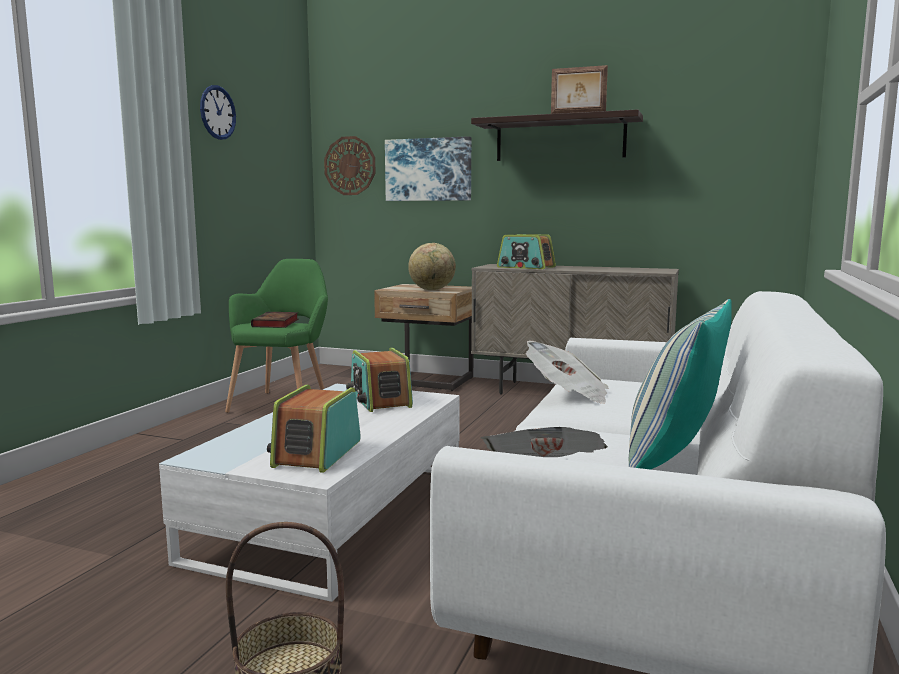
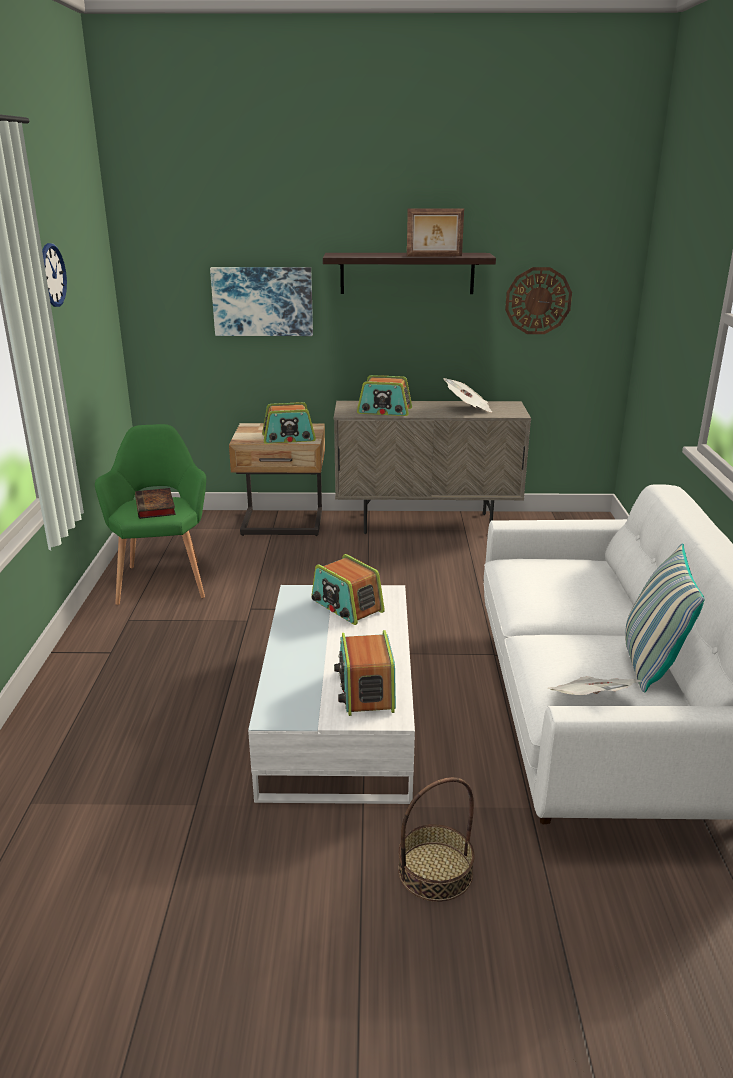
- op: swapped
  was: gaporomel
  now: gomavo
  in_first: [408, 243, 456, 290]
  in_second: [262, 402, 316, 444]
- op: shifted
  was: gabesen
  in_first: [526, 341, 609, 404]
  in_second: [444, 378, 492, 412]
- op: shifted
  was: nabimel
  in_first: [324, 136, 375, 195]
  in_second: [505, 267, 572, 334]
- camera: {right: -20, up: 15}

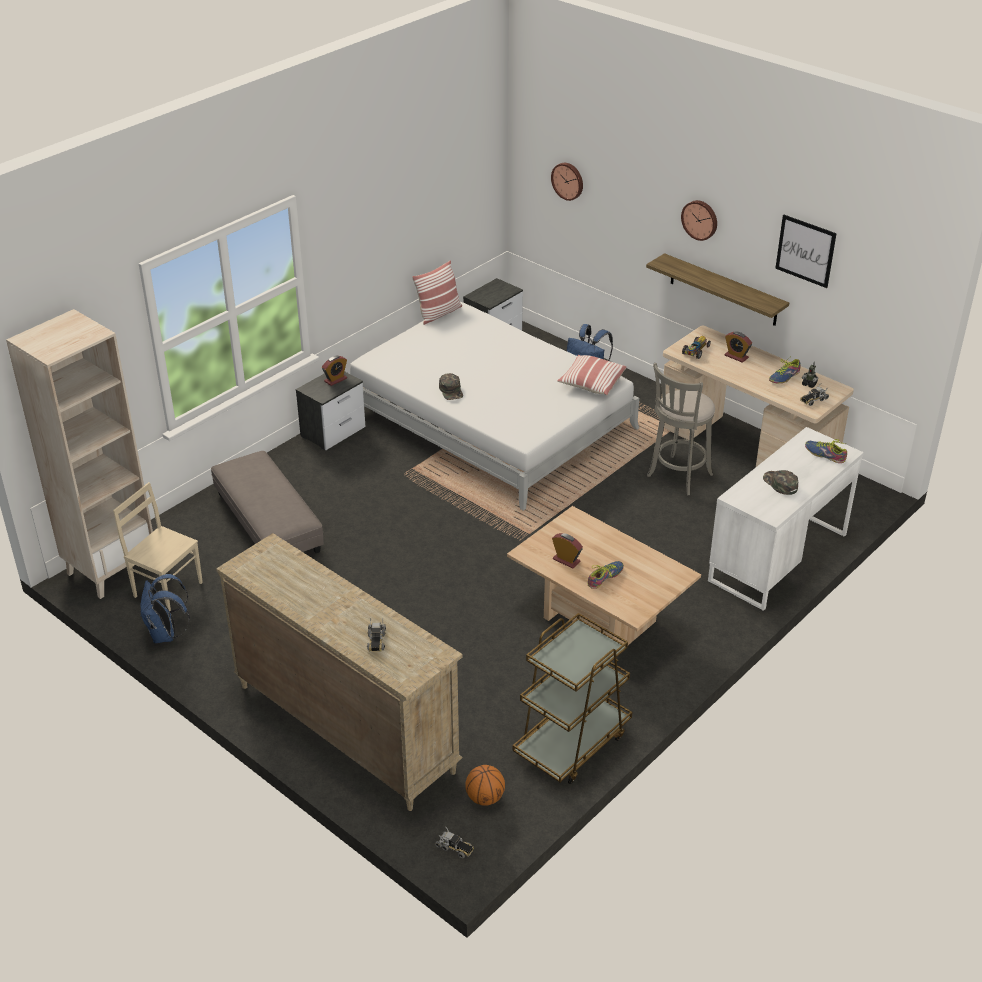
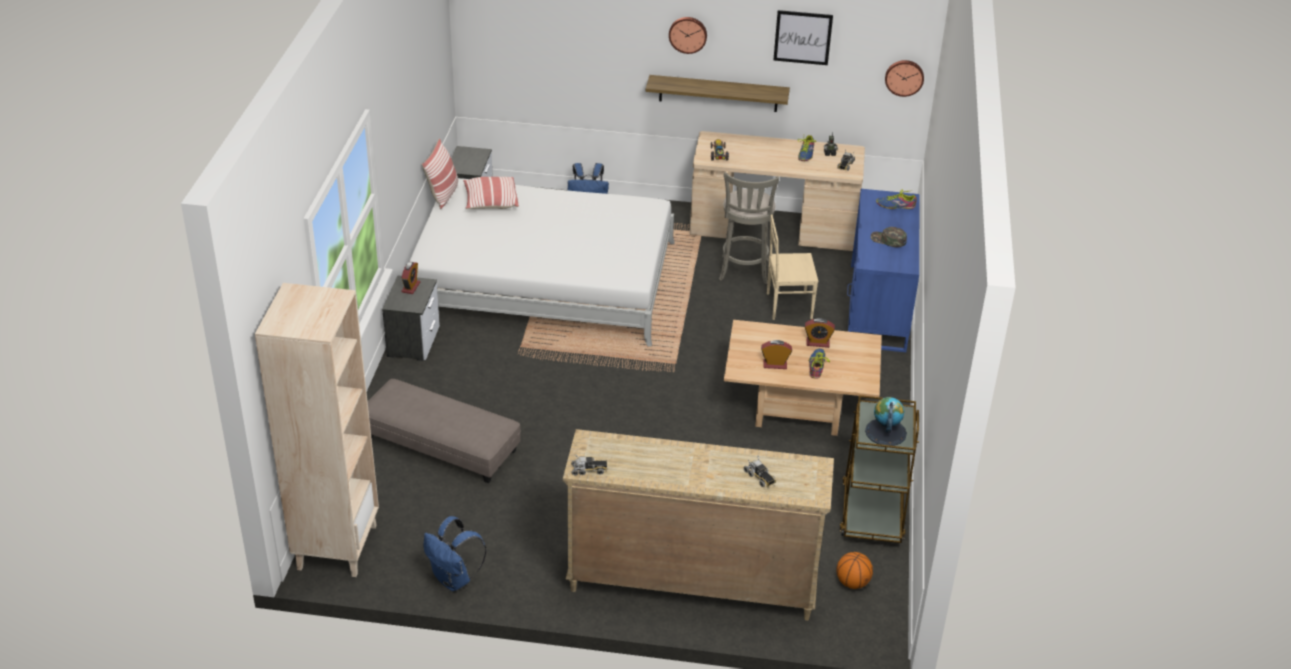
- op: shifted
  was: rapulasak
  in_first: [557, 355, 626, 395]
  in_second: [463, 177, 519, 209]
- op: shifted
  was: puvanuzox
  in_first: [435, 827, 474, 858]
  in_second: [571, 455, 607, 476]
- op: shifted
  was: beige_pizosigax
  in_first: [113, 482, 203, 611]
  in_second: [767, 214, 818, 320]
- op: shifted
  was: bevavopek
  in_first: [725, 331, 752, 363]
  in_second: [805, 318, 835, 348]
- op: repainted
  was: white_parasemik
  now: blue_parasemik
  in_first: [708, 427, 864, 611]
  in_second: [847, 189, 919, 352]
- op: new
  now: gaporomel
  in_second: [865, 397, 907, 446]
- op: shifted
  was: nabimel
  in_first: [551, 163, 583, 201]
  in_second: [885, 60, 924, 97]
- op: gone
  was: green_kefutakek
  in_first: [439, 373, 463, 400]
- camera: {right: -35, up: 0}

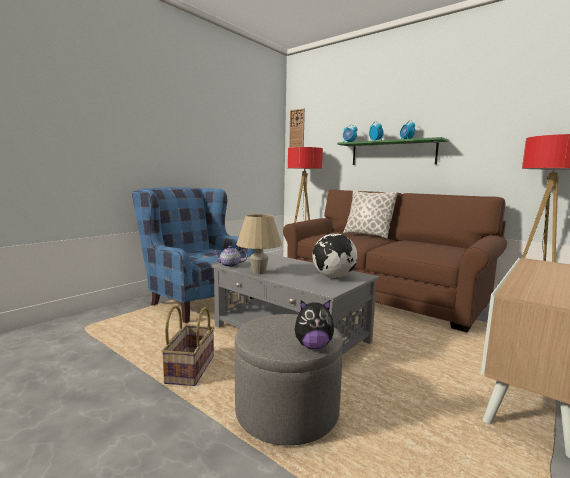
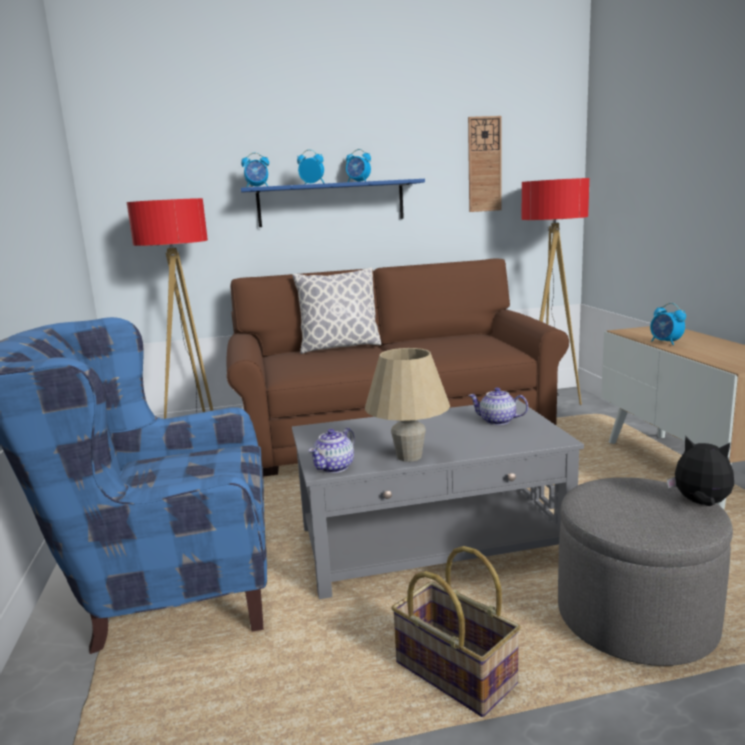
- op: repainted
  was: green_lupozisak
  now: blue_lupozisak
  in_first: [337, 137, 449, 165]
  in_second: [241, 179, 425, 227]
- op: shifted
  was: nabimel
  in_first: [289, 109, 305, 148]
  in_second: [468, 116, 502, 212]
- op: swapped
  was: gaporomel
  now: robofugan
  in_first: [313, 233, 357, 278]
  in_second: [468, 387, 528, 425]
- op: new
  now: bevavopek
  in_second: [650, 303, 686, 345]
- op: rotated
  was: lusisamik
  in_first: [295, 300, 334, 349]
  in_second: [667, 436, 734, 506]
  clockwise: -90
- camera: {right: -50, up: 5}

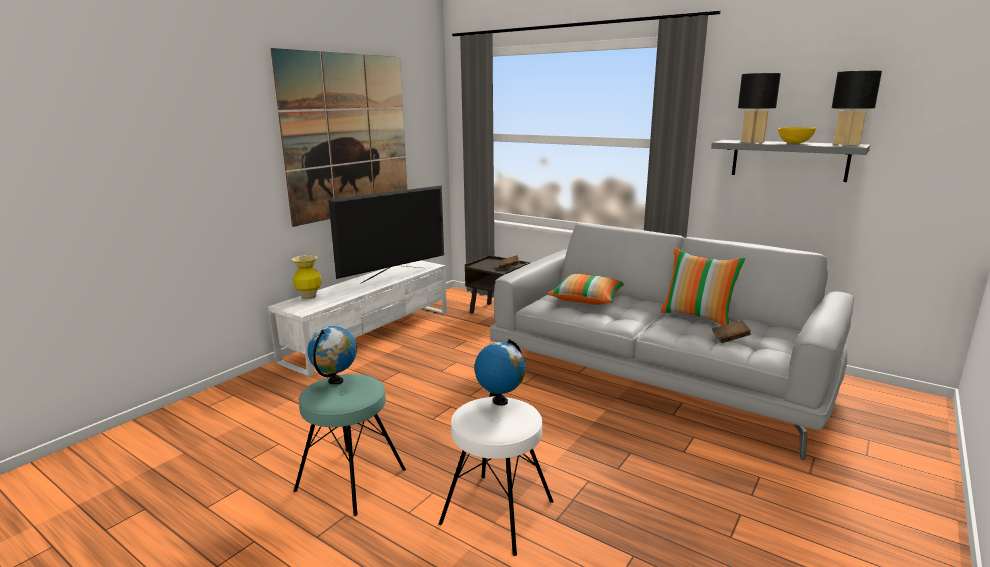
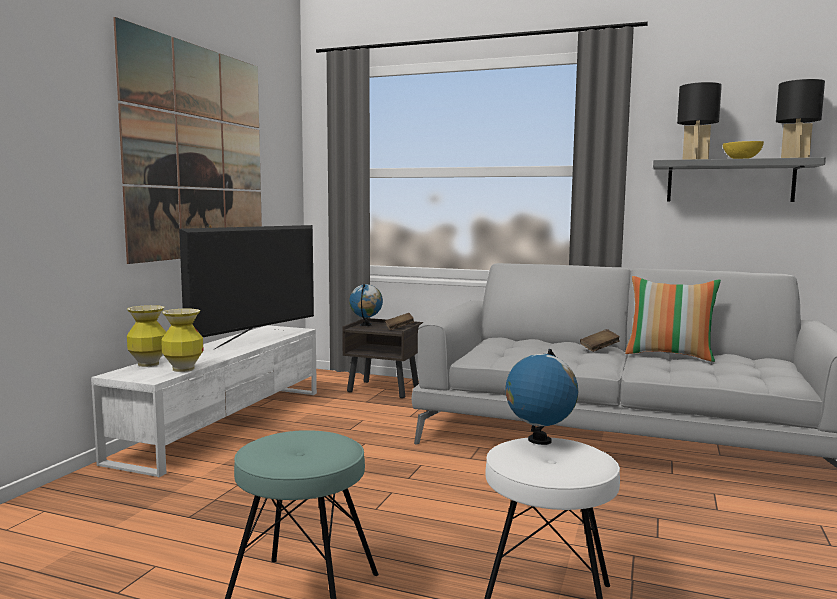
- op: new
  now: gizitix
  in_second: [161, 309, 204, 372]
- op: shifted
  was: gaporomel
  in_first: [308, 326, 357, 385]
  in_second: [349, 284, 383, 326]
- op: shifted
  was: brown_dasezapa
  in_first: [712, 320, 751, 343]
  in_second: [580, 329, 620, 352]
- op: gone
  was: rapulasak
  in_first: [547, 274, 624, 305]
- camera: {right: -15, up: -10}

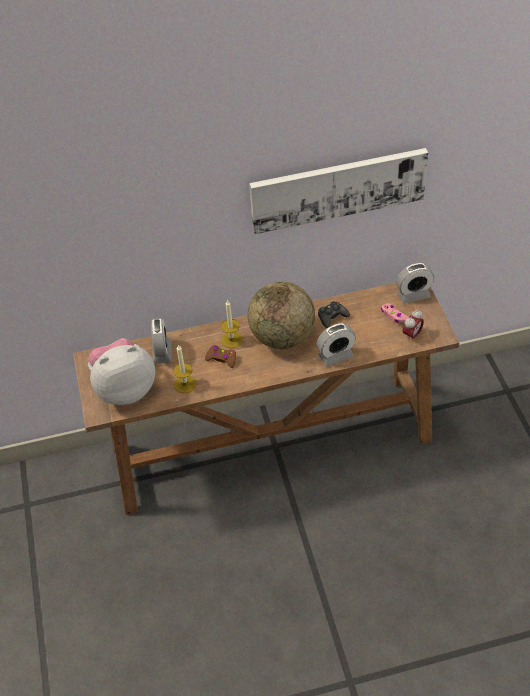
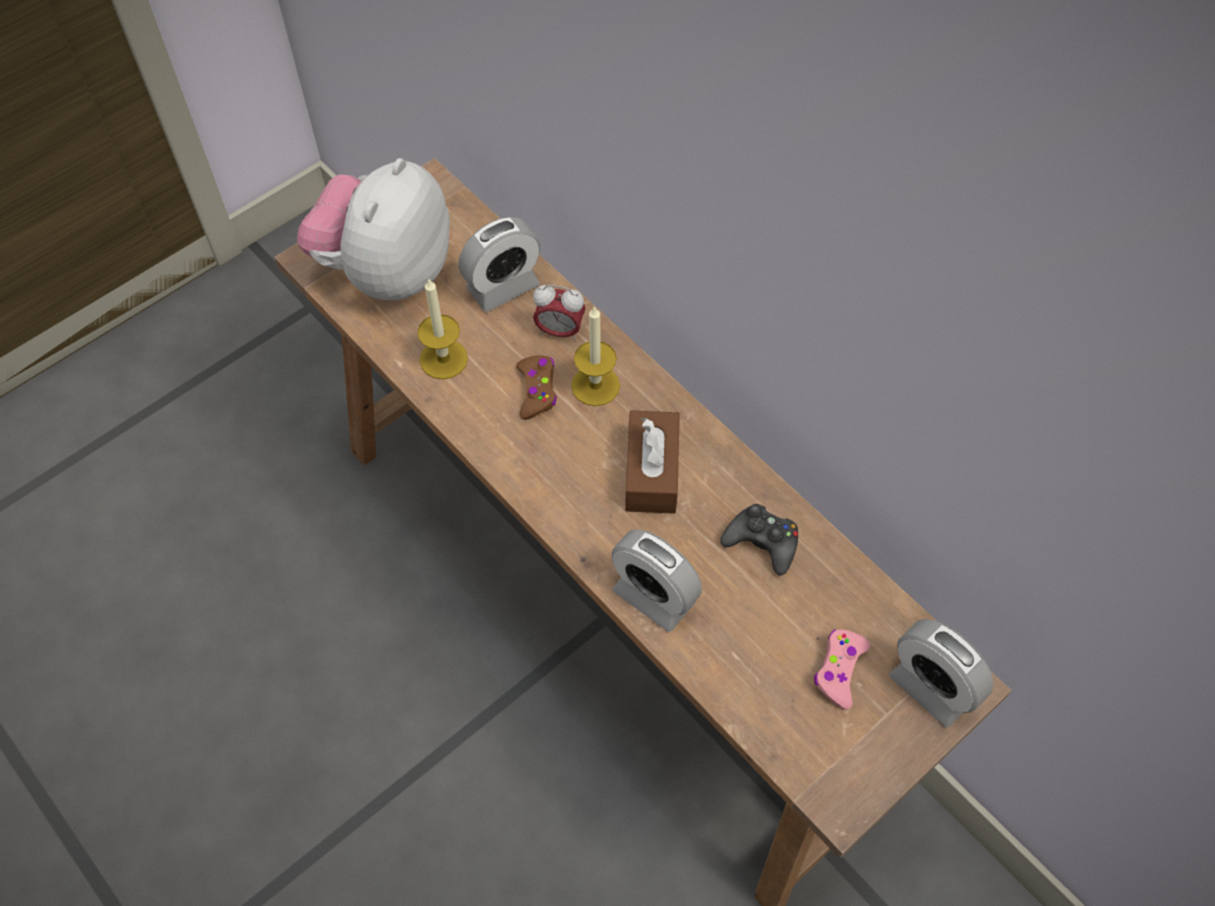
- op: rotated
  was: lusisamik
  in_first: [88, 338, 155, 405]
  in_second: [297, 158, 450, 300]
  clockwise: -105
- op: shifted
  was: bevavopek
  in_first: [403, 310, 424, 342]
  in_second: [533, 285, 586, 341]
- op: swapped
  was: gaporomel
  now: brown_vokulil
  in_first: [248, 281, 315, 349]
  in_second: [625, 410, 680, 514]
- op: gone
  was: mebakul
  in_first: [249, 148, 428, 234]
- camera: {right: 60, up: 10}

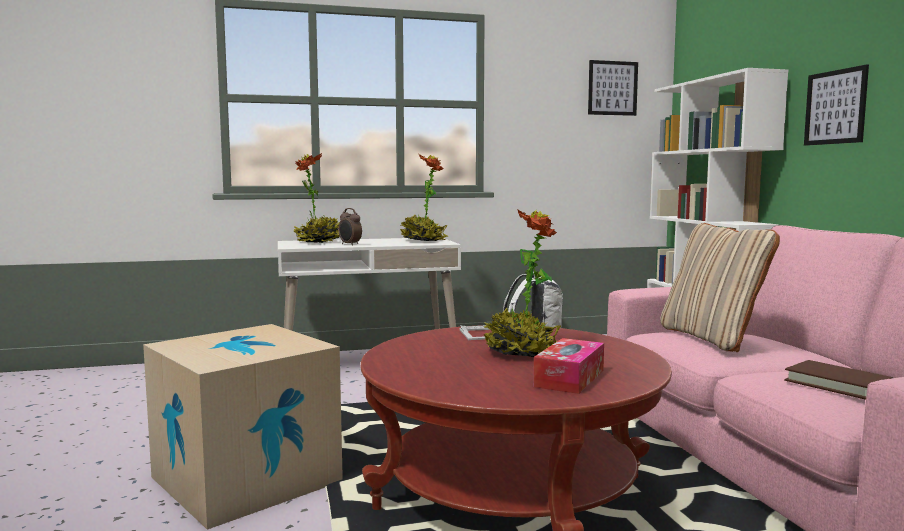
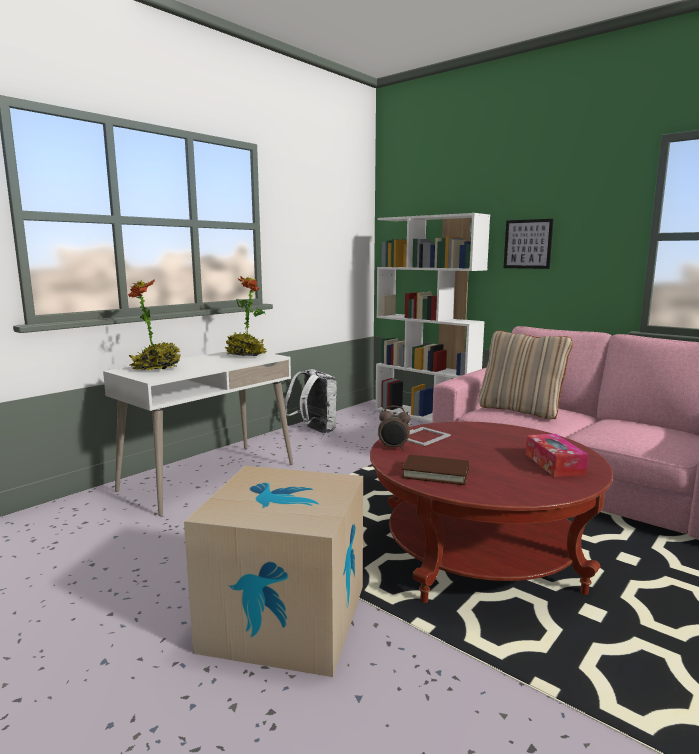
- op: shifted
  was: bevavopek
  in_first: [338, 208, 362, 246]
  in_second: [378, 406, 411, 450]
- op: shifted
  was: brown_dasezapa
  in_first: [784, 360, 893, 400]
  in_second: [401, 455, 469, 485]
- op: gone
  was: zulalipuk
  in_first: [483, 209, 561, 357]
- op: gone
  was: mebakul
  in_first: [588, 60, 638, 116]
- camera: {right: -35, up: 5}

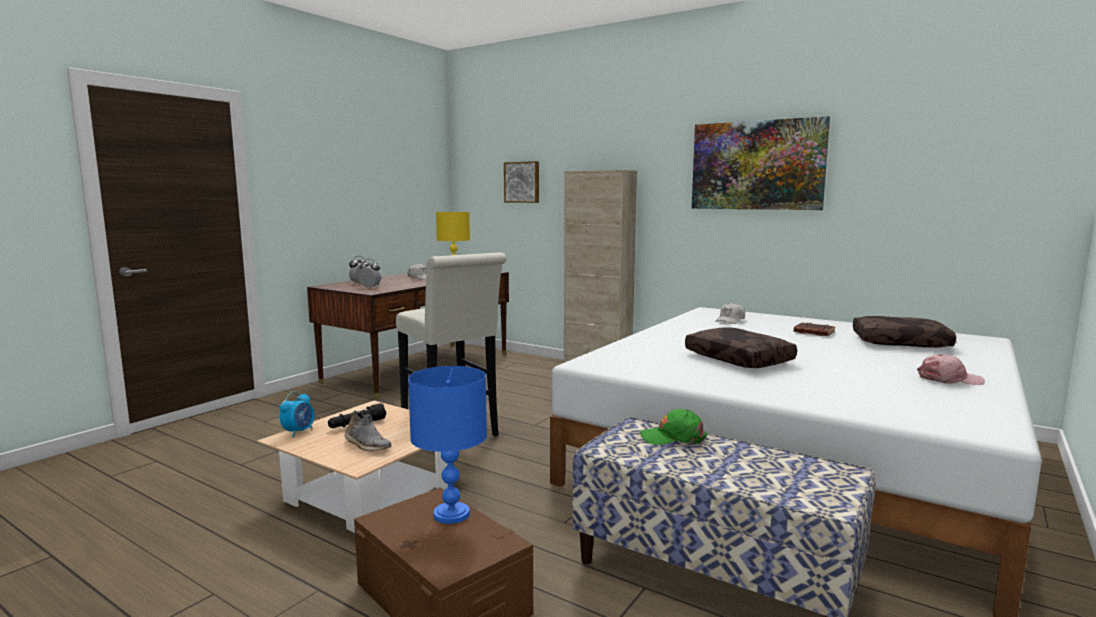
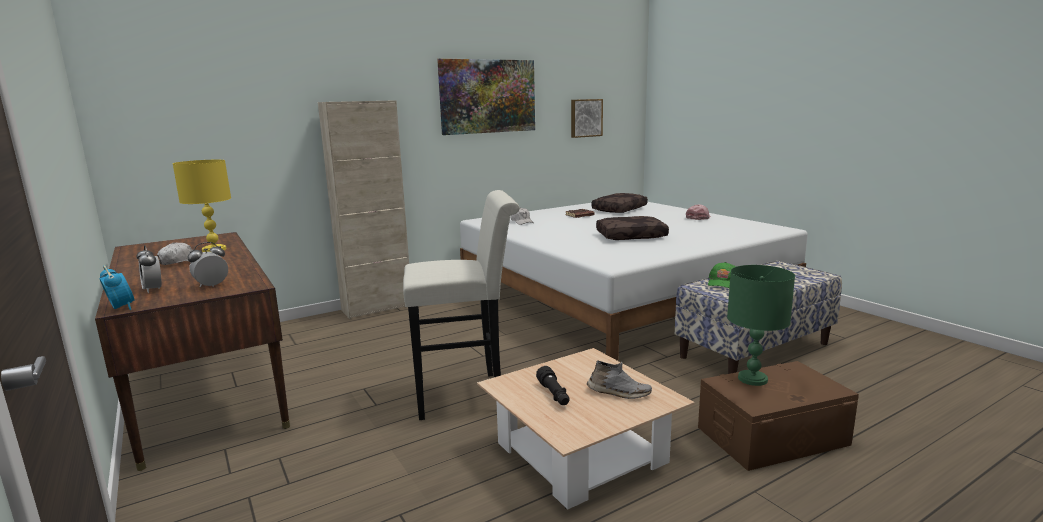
- op: shifted
  was: bevavopek
  in_first: [280, 391, 314, 437]
  in_second: [99, 265, 135, 310]
- op: shifted
  was: mebakul
  in_first: [504, 161, 539, 203]
  in_second: [571, 99, 603, 138]
- op: rotated
  was: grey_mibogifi
  in_first: [345, 411, 391, 451]
  in_second: [587, 360, 652, 399]
  clockwise: 45
- op: repainted
  was: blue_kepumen
  now: green_kepumen
  in_first: [408, 366, 487, 524]
  in_second: [727, 265, 795, 386]
- camera: {right: -65, up: 5}

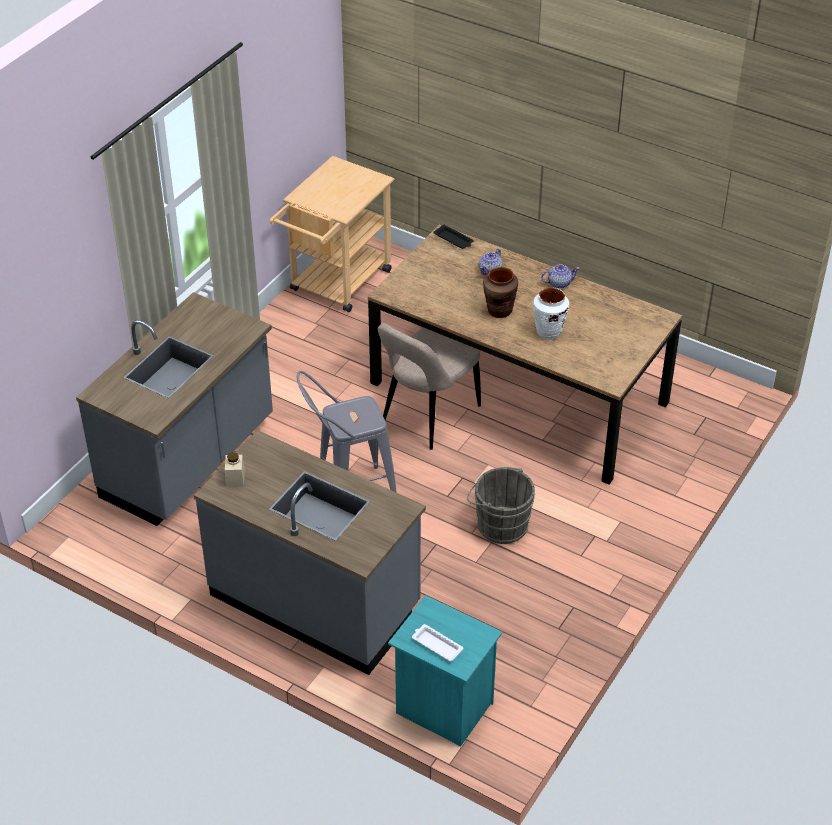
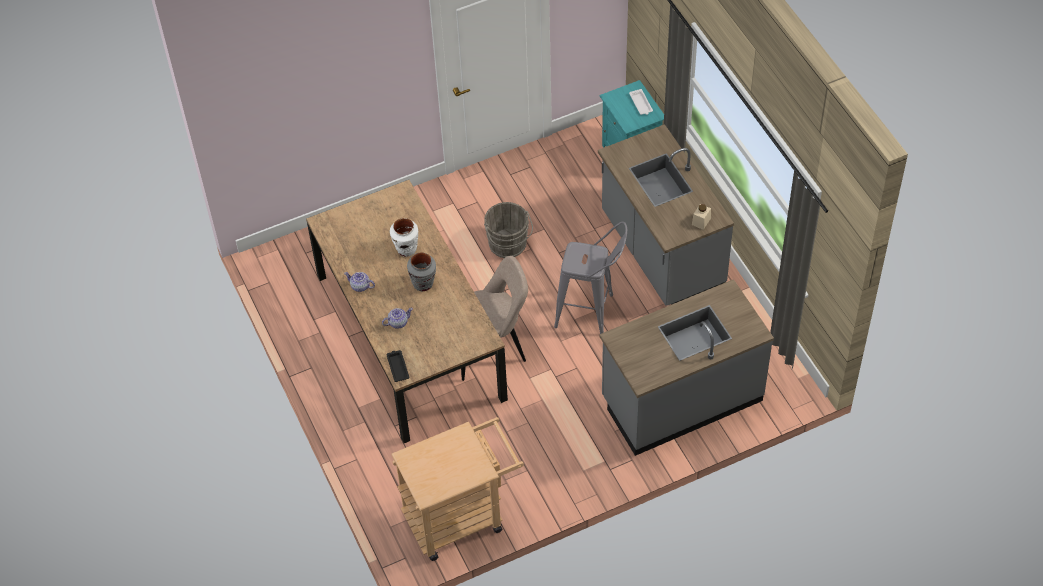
- op: repainted
  was: brown_gizitix
  now: grey_gizitix
  in_first: [483, 267, 518, 318]
  in_second: [407, 252, 436, 291]
- camera: {right: -145, up: 10}

